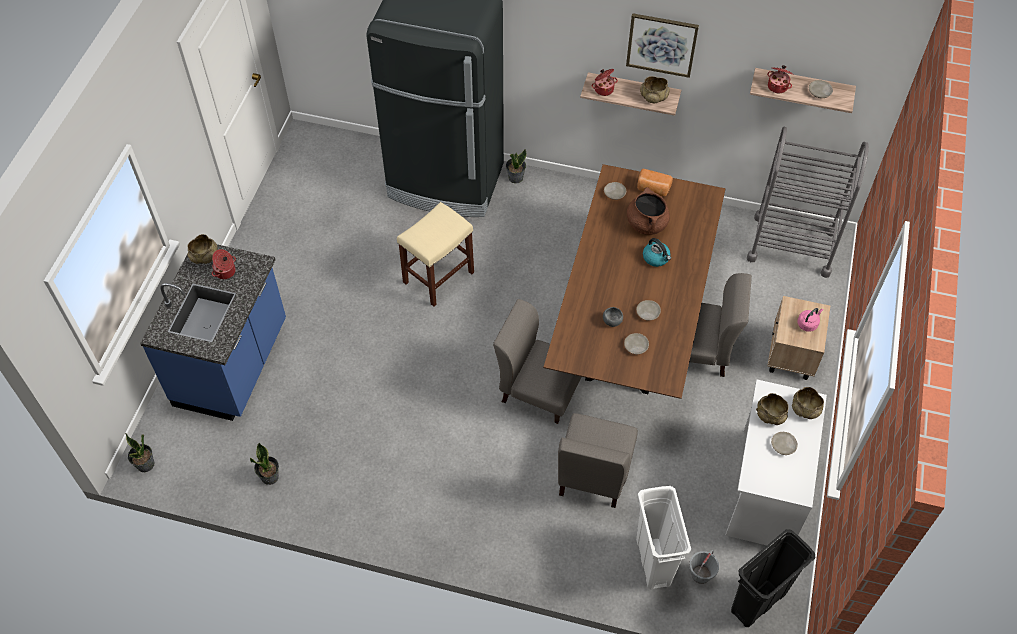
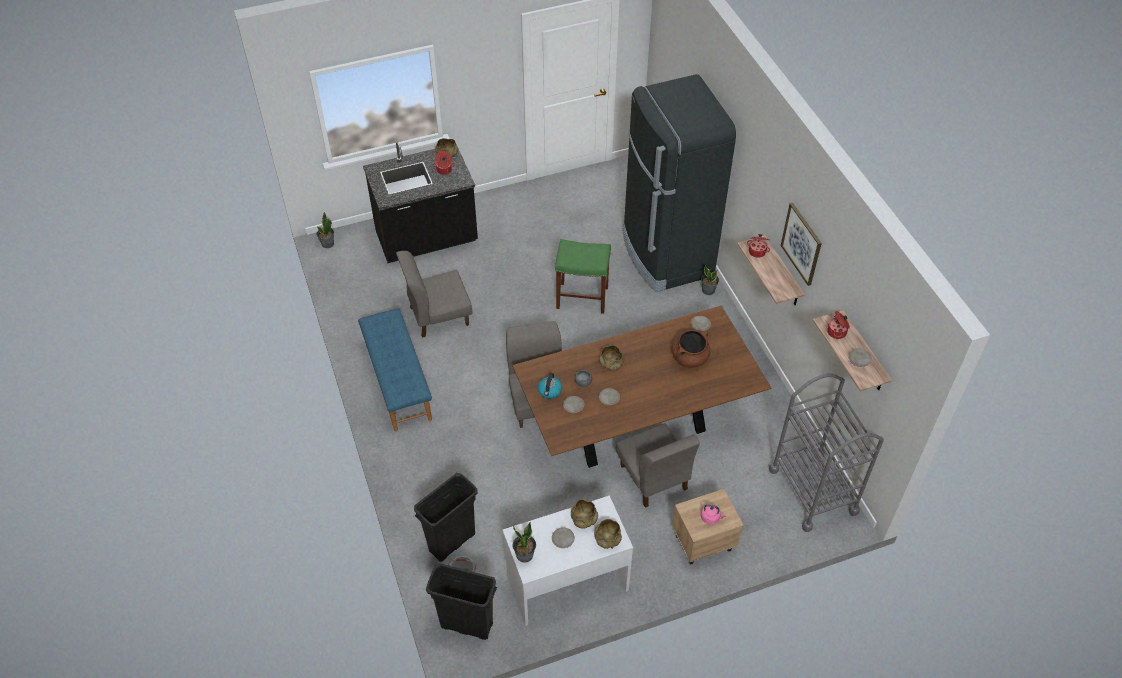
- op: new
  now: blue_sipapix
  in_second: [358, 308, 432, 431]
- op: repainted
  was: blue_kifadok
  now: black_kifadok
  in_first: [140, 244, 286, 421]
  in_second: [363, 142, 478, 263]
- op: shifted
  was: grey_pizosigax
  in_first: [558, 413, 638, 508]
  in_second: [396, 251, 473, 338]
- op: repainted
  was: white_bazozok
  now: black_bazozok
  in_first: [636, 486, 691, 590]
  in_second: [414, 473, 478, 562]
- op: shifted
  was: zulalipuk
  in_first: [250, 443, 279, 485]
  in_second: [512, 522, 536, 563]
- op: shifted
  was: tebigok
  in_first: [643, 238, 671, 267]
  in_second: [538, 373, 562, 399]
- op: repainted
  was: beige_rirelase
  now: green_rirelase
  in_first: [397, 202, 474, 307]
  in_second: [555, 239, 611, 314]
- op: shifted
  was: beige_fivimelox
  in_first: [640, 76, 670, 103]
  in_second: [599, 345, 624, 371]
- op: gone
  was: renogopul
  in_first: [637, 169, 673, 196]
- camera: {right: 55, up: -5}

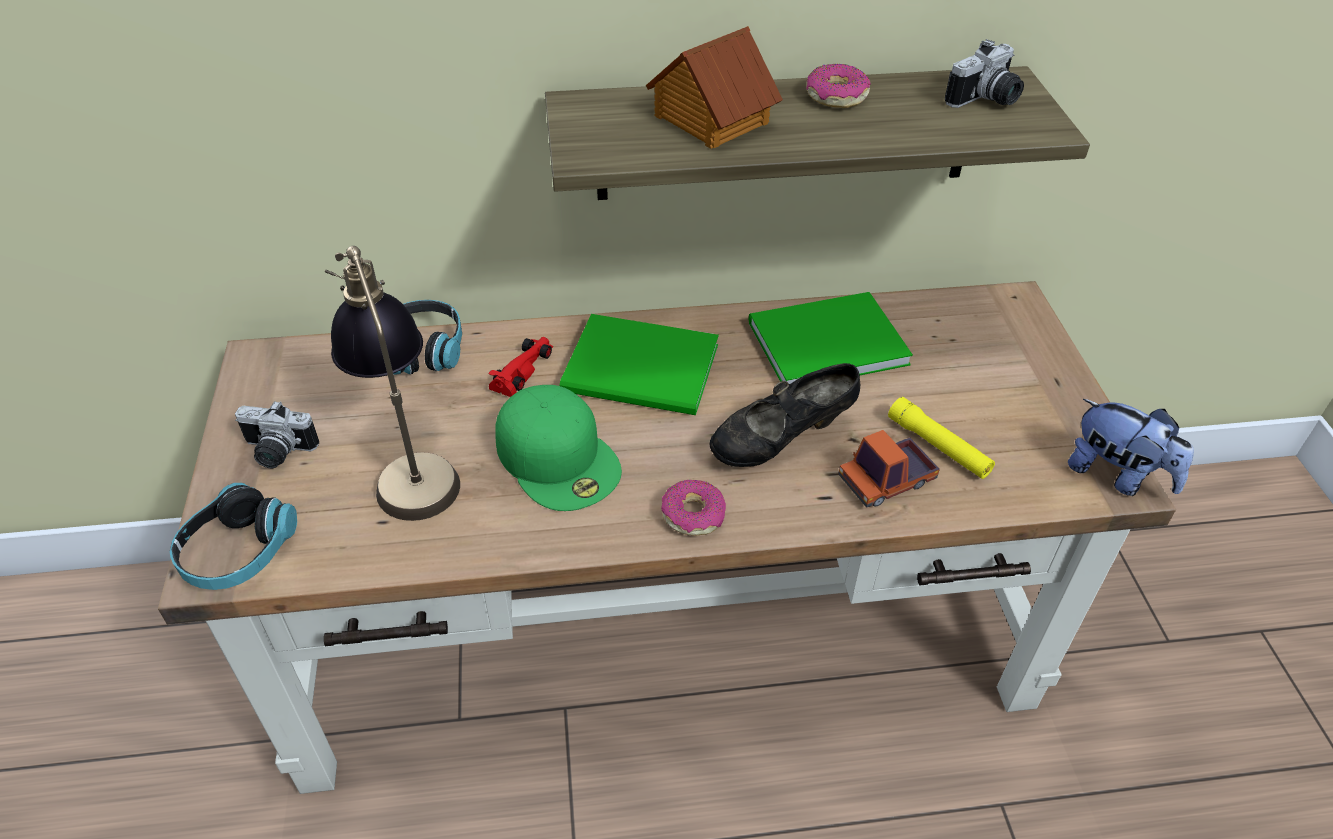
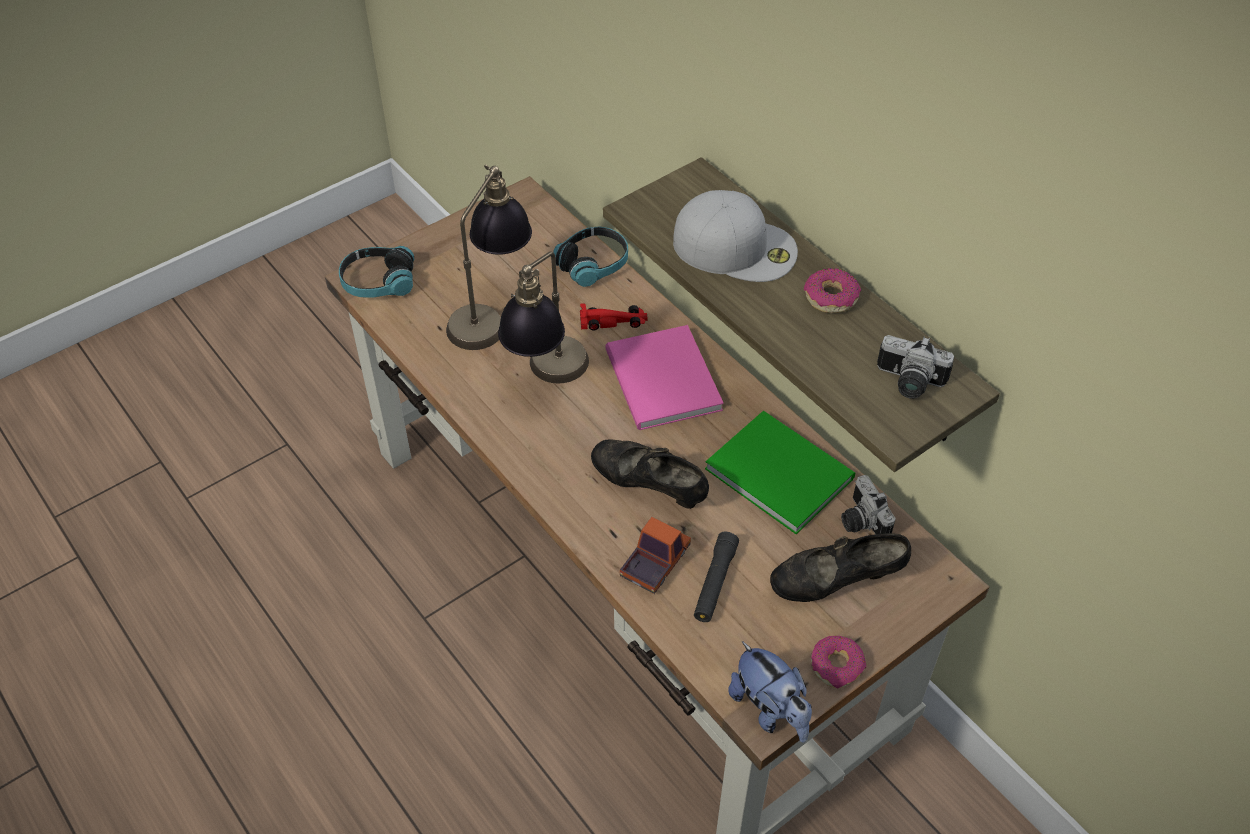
- op: swapped
  was: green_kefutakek
  now: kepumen
  in_first: [495, 385, 622, 511]
  in_second: [498, 251, 589, 383]
- op: repainted
  was: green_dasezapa
  now: pink_dasezapa
  in_first: [559, 314, 719, 415]
  in_second: [606, 325, 724, 430]
- op: rotated
  was: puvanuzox
  in_first: [838, 430, 940, 508]
  in_second: [620, 517, 691, 594]
  clockwise: 90
- op: swapped
  was: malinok
  now: white_kefutakek
  in_first: [646, 26, 783, 149]
  in_second: [673, 190, 798, 282]
- op: repainted
  was: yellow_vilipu
  now: black_vilipu
  in_first: [888, 397, 995, 479]
  in_second: [694, 532, 739, 622]
- op: rotated
  was: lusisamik
  in_first: [1068, 399, 1194, 496]
  in_second: [728, 641, 812, 743]
  clockwise: -45
- op: new
  now: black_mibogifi
  in_second: [770, 533, 911, 602]
- op: shifted
  was: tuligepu
  in_first: [661, 480, 726, 536]
  in_second: [811, 636, 866, 689]
- op: shifted
  was: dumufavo
  in_first: [235, 401, 319, 468]
  in_second: [841, 475, 896, 534]
- camera: {right: 60, up: 5}

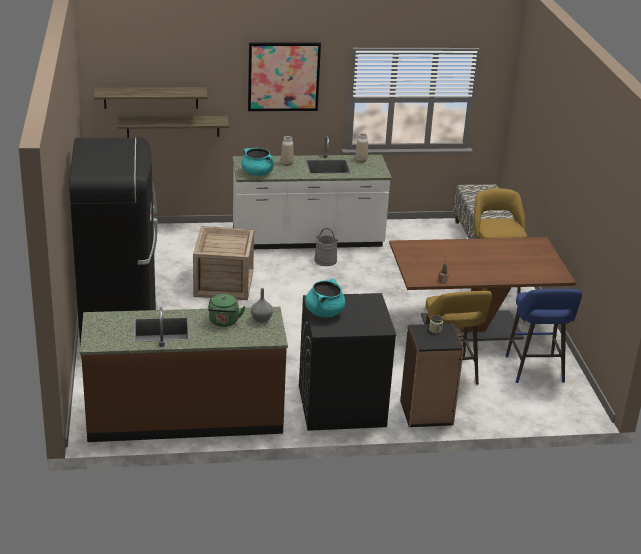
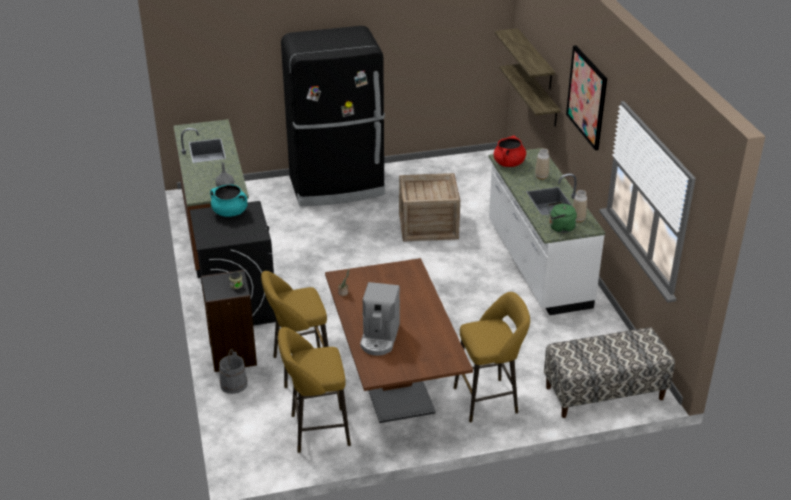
- op: shifted
  was: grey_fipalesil
  in_first: [314, 228, 338, 266]
  in_second: [219, 349, 248, 394]
- op: repainted
  was: blue_rirelase
  now: yellow_rirelase
  in_first: [505, 289, 582, 383]
  in_second: [278, 327, 351, 453]
- op: new
  now: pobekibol
  in_second: [360, 282, 400, 356]
- op: repainted
  was: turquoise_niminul
  now: red_niminul
  in_first: [241, 148, 274, 176]
  in_second: [494, 136, 526, 167]
- op: shifted
  was: green_tebigok
  in_first: [208, 294, 245, 327]
  in_second: [548, 201, 577, 233]
- camera: {right: 85, up: 5}

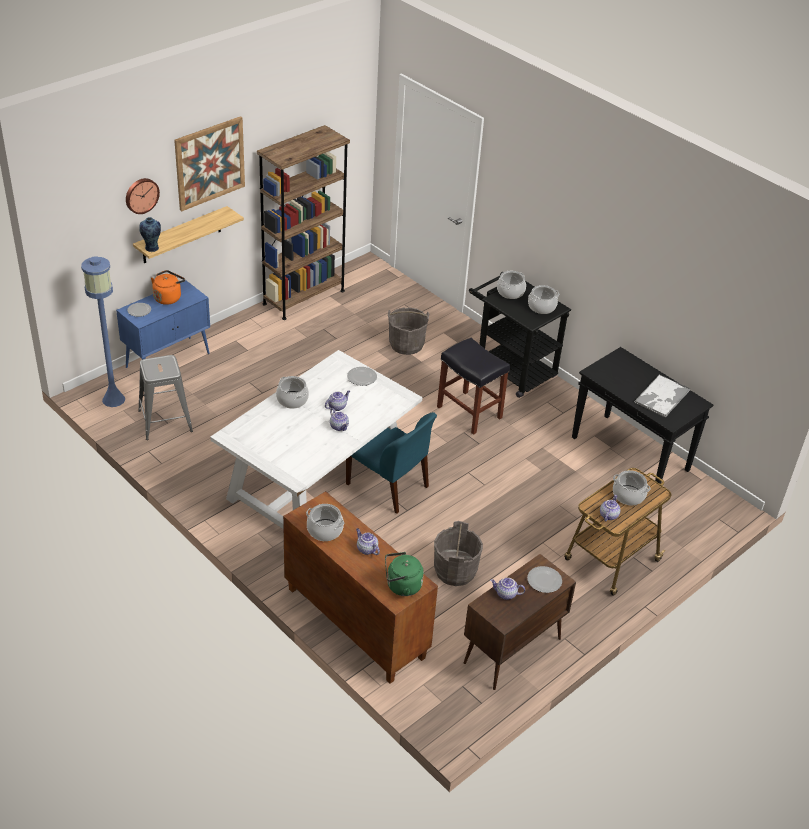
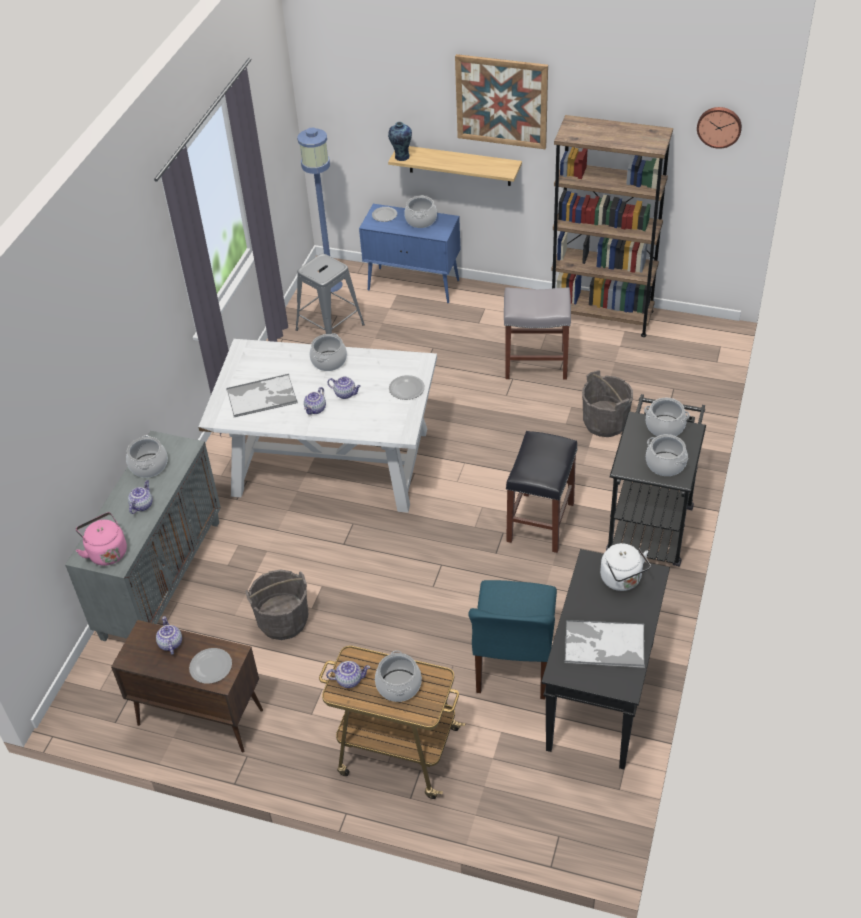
- op: repainted
  was: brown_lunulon
  now: grey_lunulon
  in_first: [283, 491, 438, 684]
  in_second: [65, 431, 221, 641]
- op: repainted
  was: green_tebigok
  now: pink_tebigok
  in_first: [385, 552, 424, 596]
  in_second: [76, 512, 127, 566]
- op: new
  now: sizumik
  in_second: [226, 374, 298, 417]
- op: swapped
  was: orange_tebigok
  now: niminul
  in_first: [151, 270, 185, 305]
  in_second: [404, 195, 437, 228]
- op: shifted
  was: blue_pizosigax
  in_first: [346, 412, 437, 514]
  in_second: [468, 580, 557, 699]
- op: new
  now: grey_rirelase
  in_second: [504, 287, 571, 380]
- op: new
  now: white_tebigok
  in_second: [600, 543, 651, 591]
- op: shifted
  was: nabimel
  in_first: [126, 178, 160, 214]
  in_second: [697, 107, 742, 149]
- camera: {right: 65, up: 5}

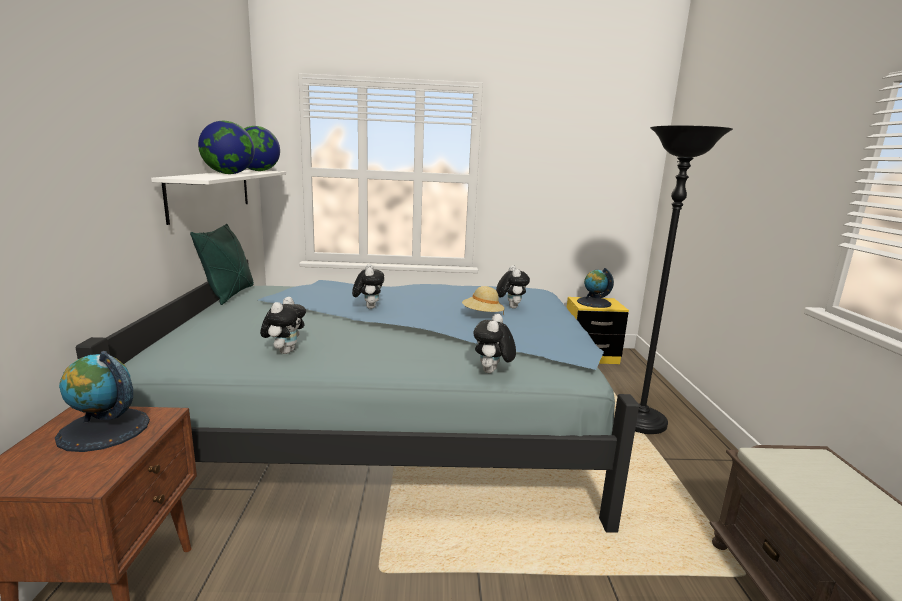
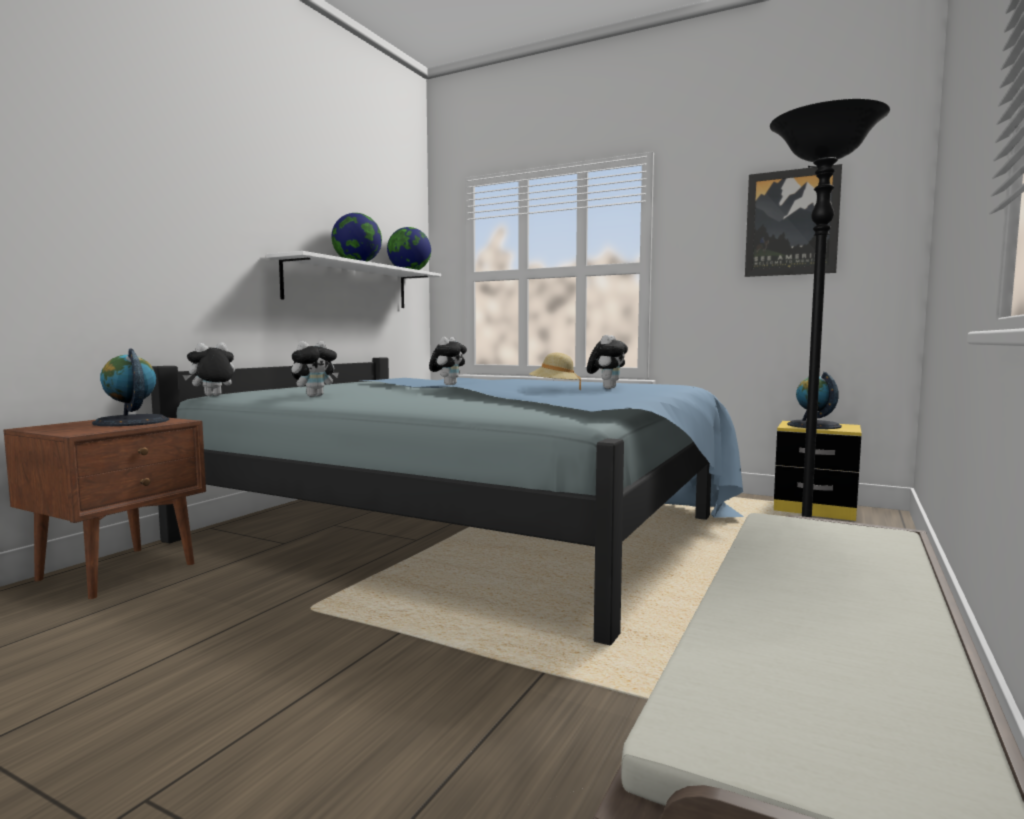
- op: shifted
  was: lusisamik
  in_first: [473, 314, 516, 373]
  in_second: [183, 342, 235, 396]
- op: new
  now: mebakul
  in_second: [745, 164, 842, 277]
- op: gone
  was: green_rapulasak
  in_first: [190, 224, 254, 305]
- camera: {right: 30, up: -10}

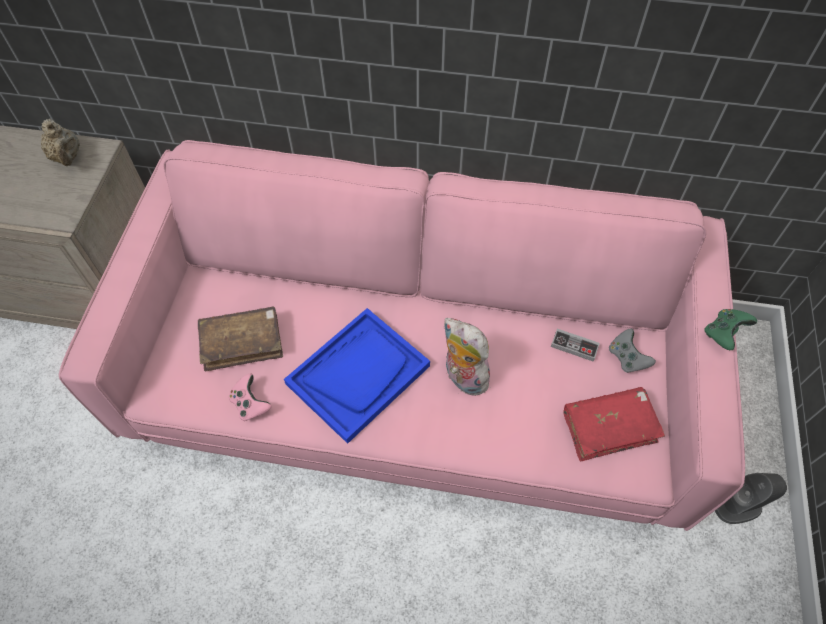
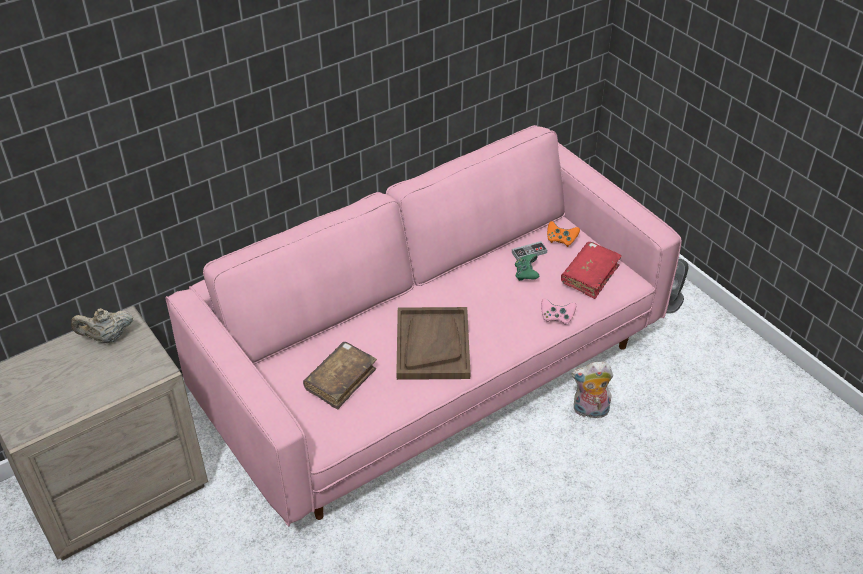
- op: rotated
  was: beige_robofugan
  in_first: [41, 118, 80, 166]
  in_second: [71, 308, 133, 343]
  clockwise: 150
- op: repainted
  was: blue_sizumik
  now: brown_sizumik
  in_first: [284, 308, 430, 444]
  in_second: [396, 307, 471, 380]
- op: shifted
  was: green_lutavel
  in_first: [704, 309, 757, 350]
  in_second: [515, 254, 539, 281]
- op: shifted
  was: pink_lutavel
  in_first: [229, 373, 272, 421]
  in_second: [541, 298, 576, 325]
- op: repainted
  was: grey_lutavel
  now: orange_lutavel
  in_first: [609, 329, 656, 373]
  in_second: [547, 221, 580, 247]
- op: shifted
  was: lusisamik
  in_first: [444, 318, 490, 396]
  in_second: [571, 362, 613, 419]
- camera: {right: -45, up: -15}

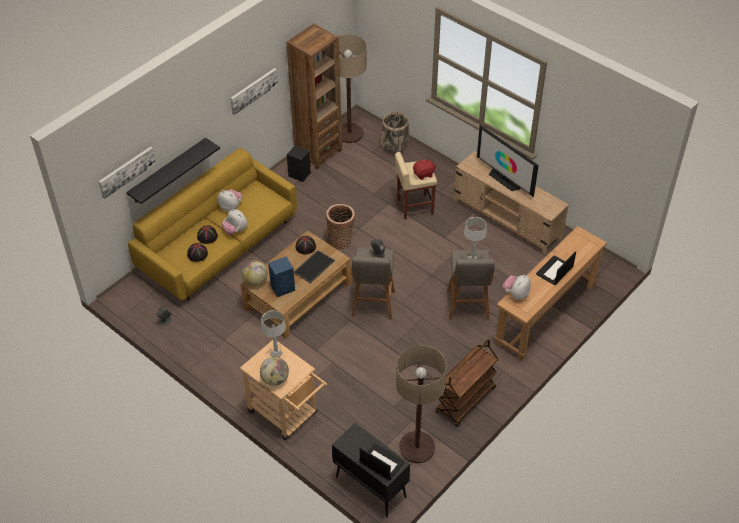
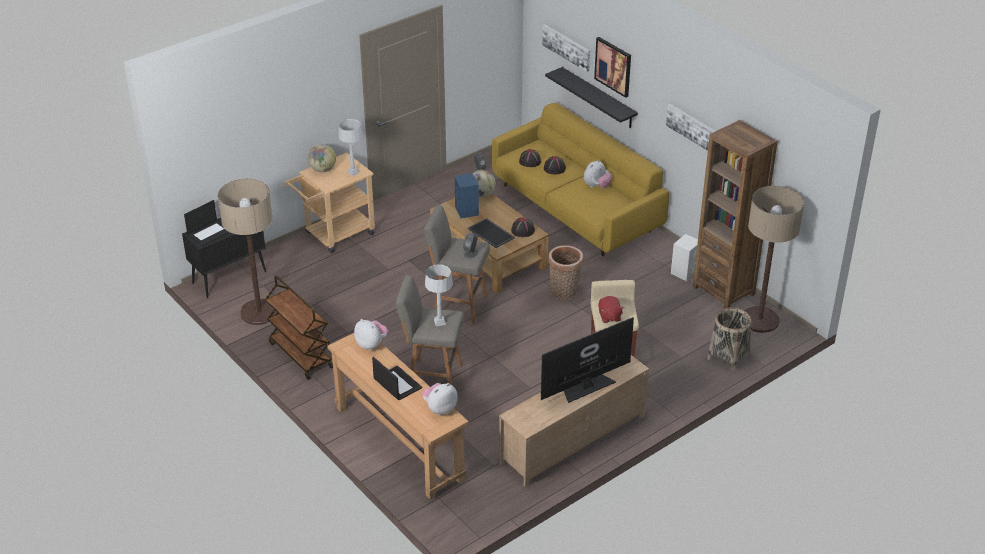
- op: shifted
  was: lusisamik
  in_first: [222, 209, 248, 235]
  in_second: [422, 383, 457, 415]
- op: new
  now: mebakul
  in_second: [594, 37, 631, 98]
- op: repainted
  was: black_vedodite
  now: white_vedodite
  in_first: [287, 146, 311, 182]
  in_second: [671, 234, 698, 281]
- camera: {right: 100, up: -10}

